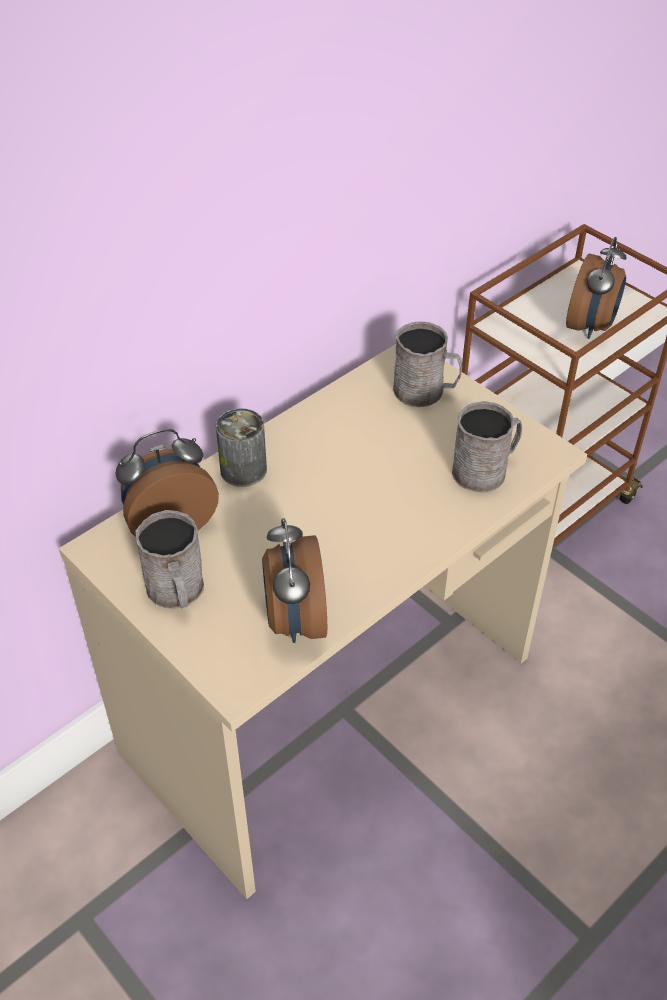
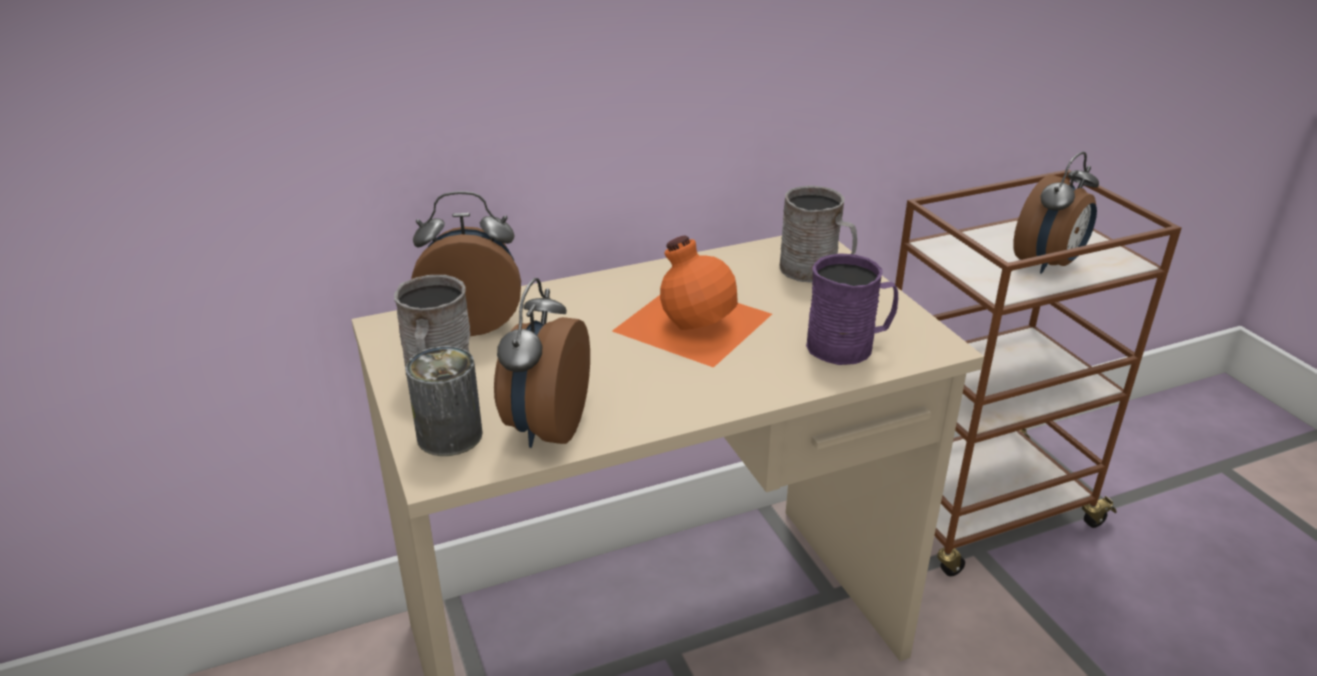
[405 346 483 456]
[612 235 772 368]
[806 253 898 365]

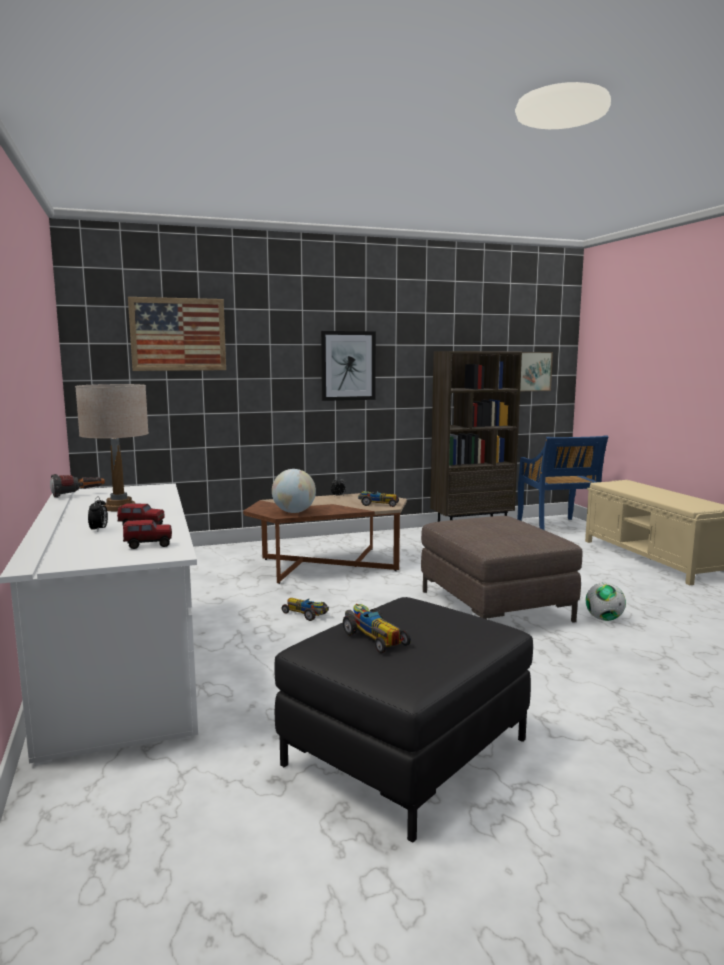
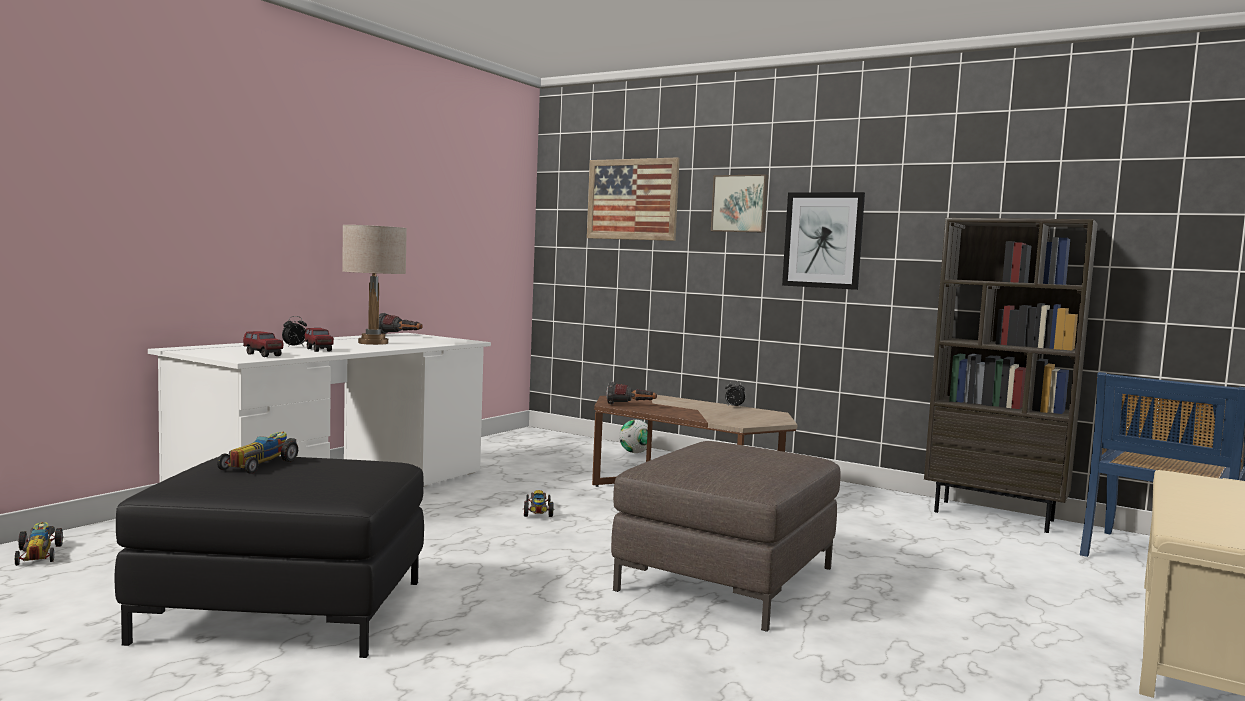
[14 522 64 566]
[606 382 657 405]
[619 420 653 453]
[711 174 768 233]

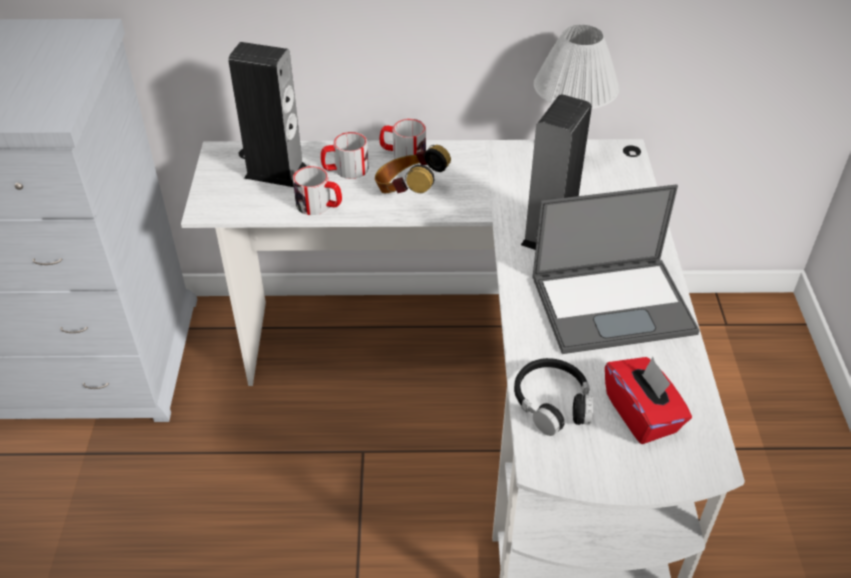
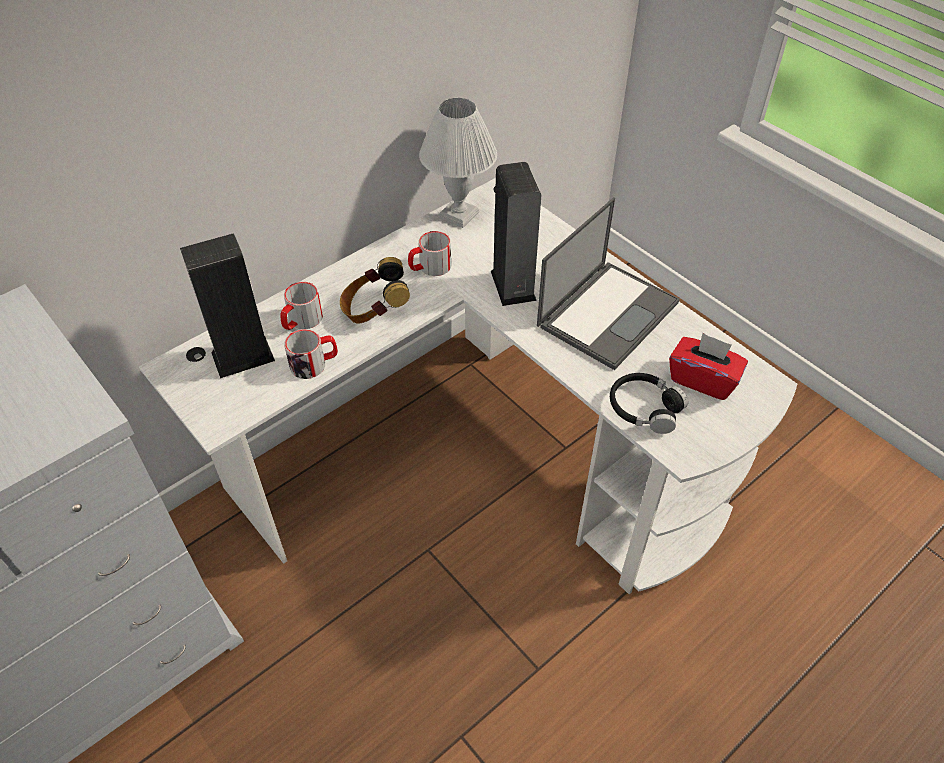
[408 231 451 276]

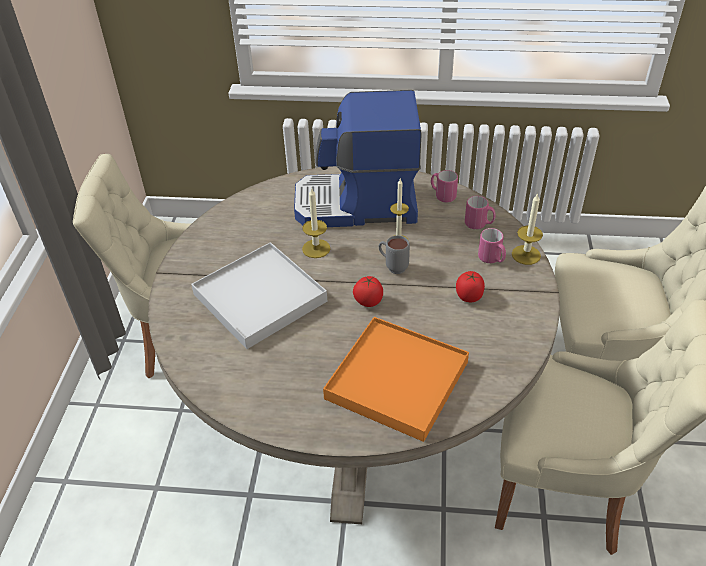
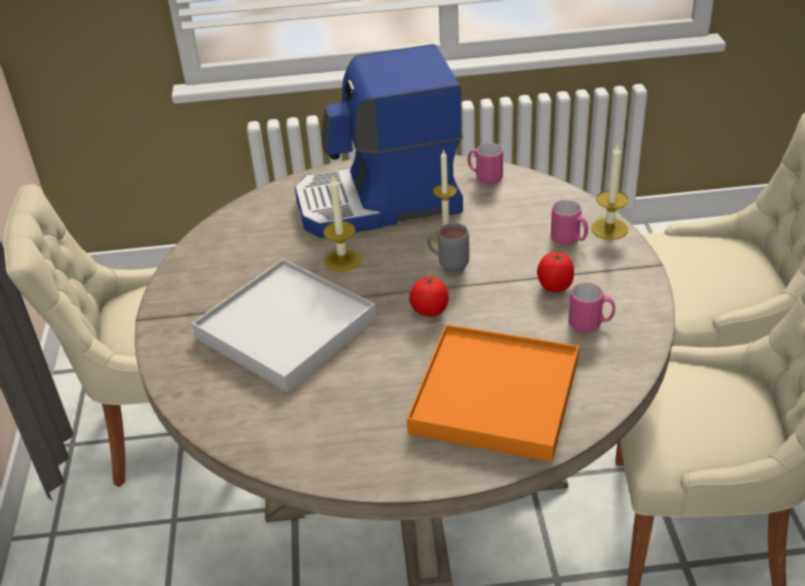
[569 282 615 332]

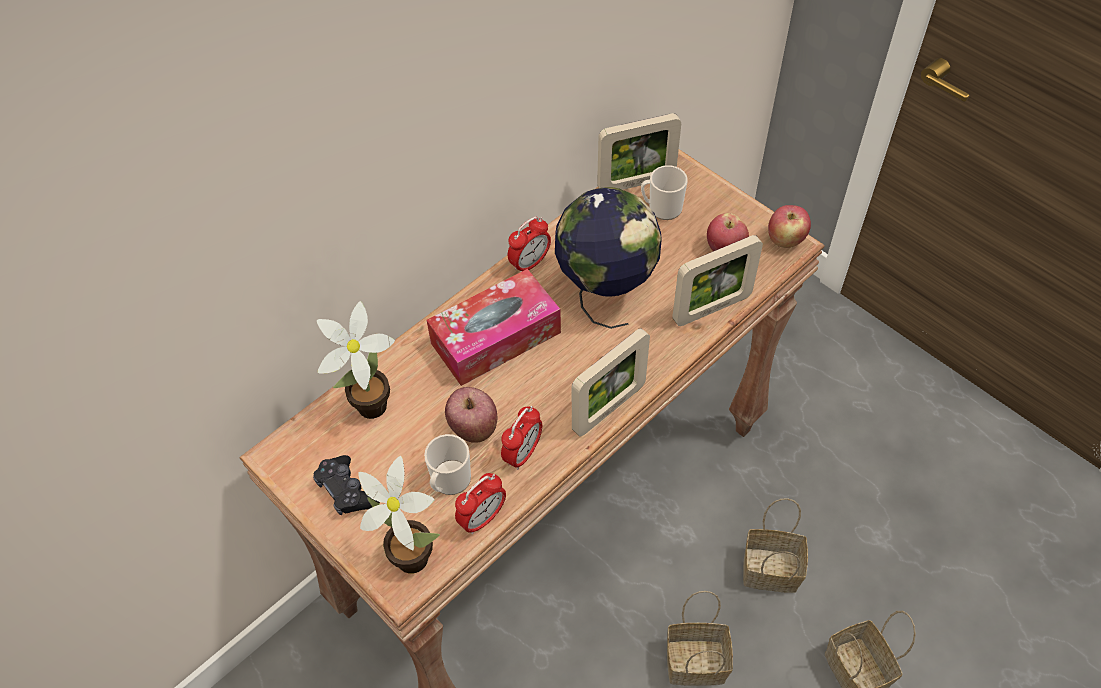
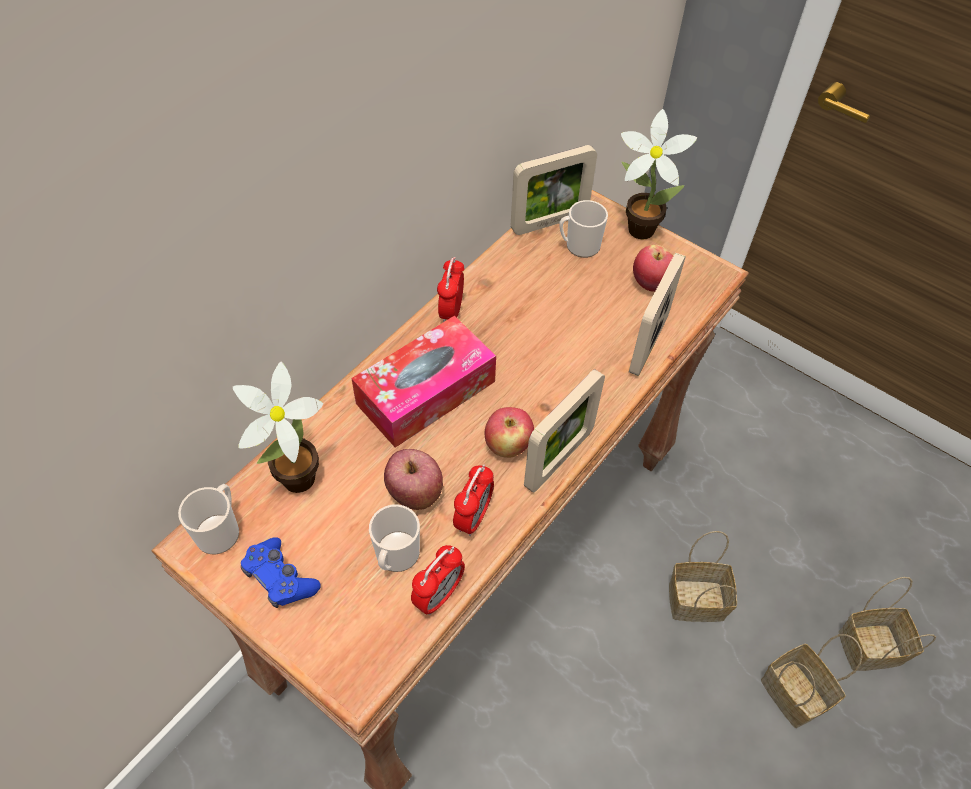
[178 484 239 554]
[241 537 321 608]
[437 257 464 322]
[485 407 534 458]
[621 109 697 239]
[629 253 686 376]
[839 577 936 671]
[555 187 662 329] (first image)

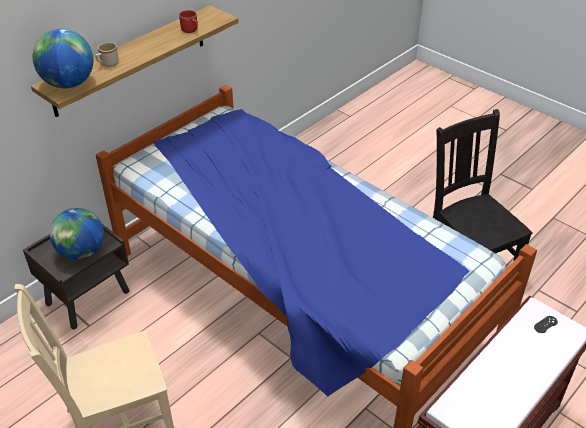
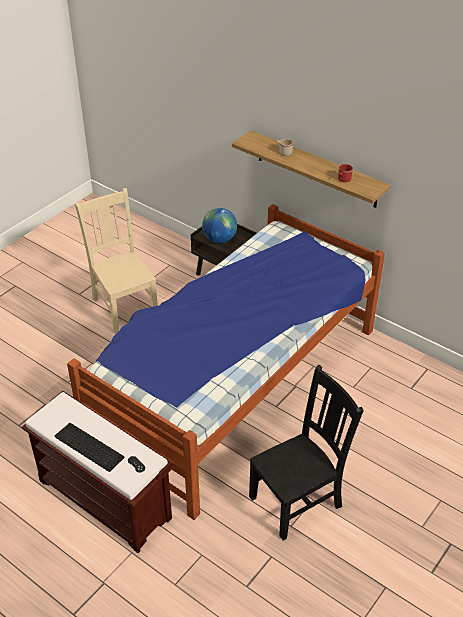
[55 423 125 472]
[33 29 93 88] (first image)

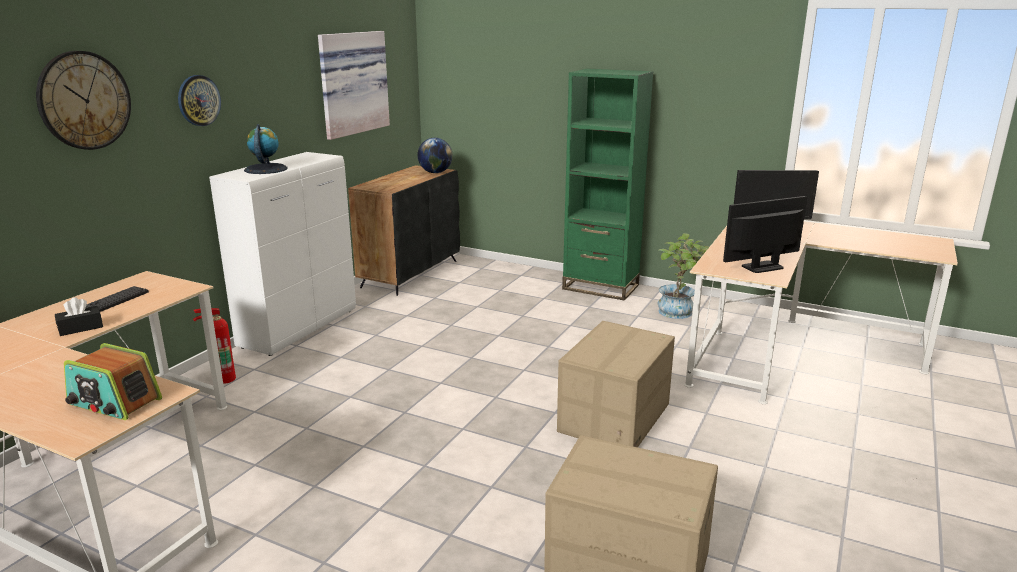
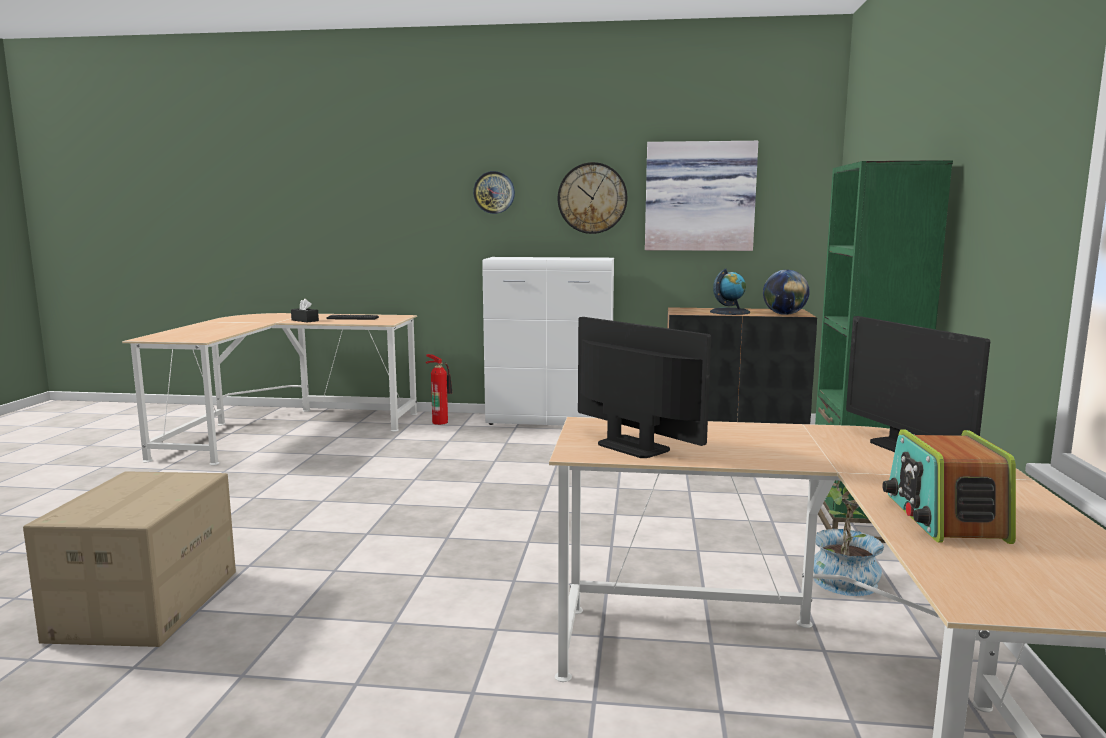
[558 162 627 234]
[710 268 750 315]
[882 429 1016 544]
[557 321 675 447] (first image)

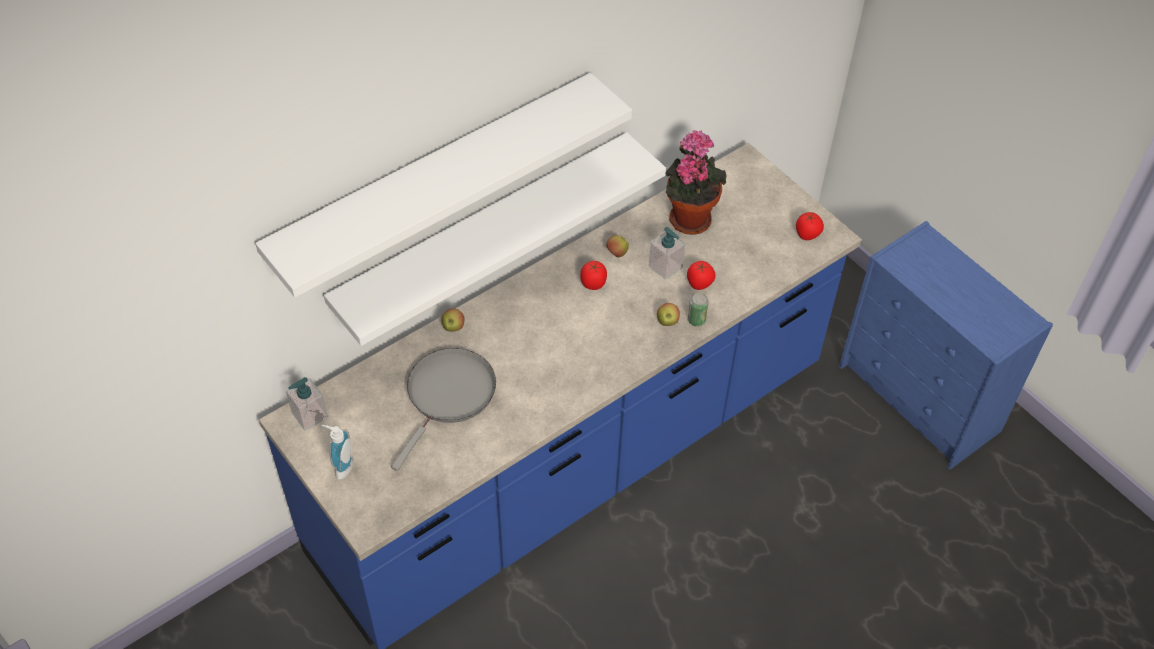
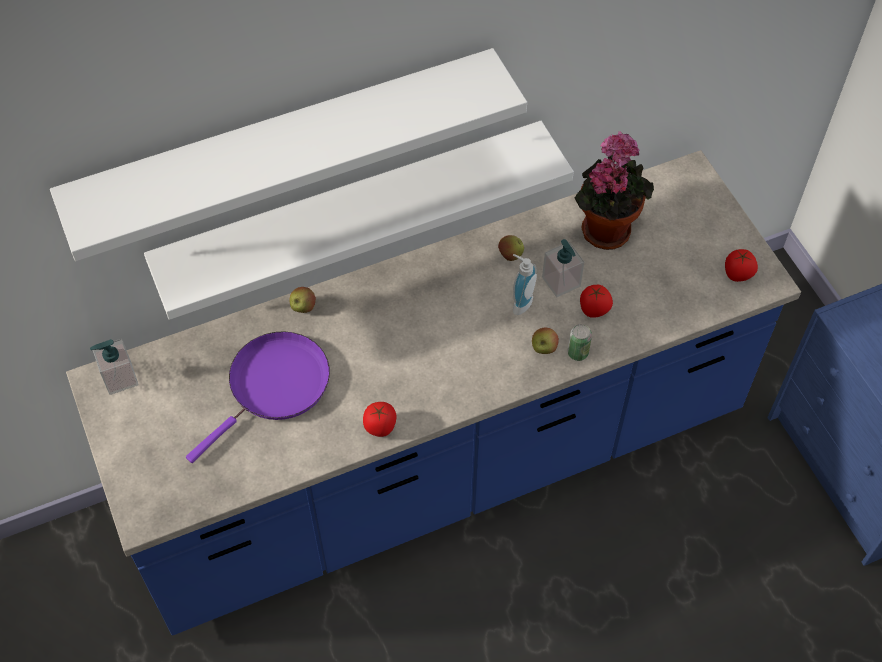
[186 331 330 463]
[363 402 396 437]
[513 254 537 315]

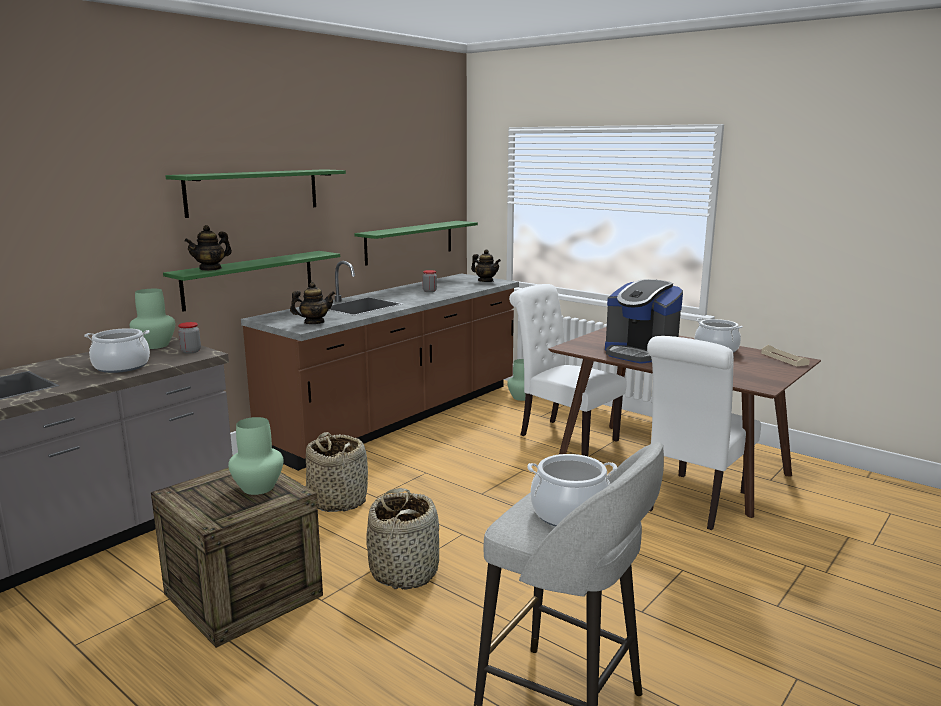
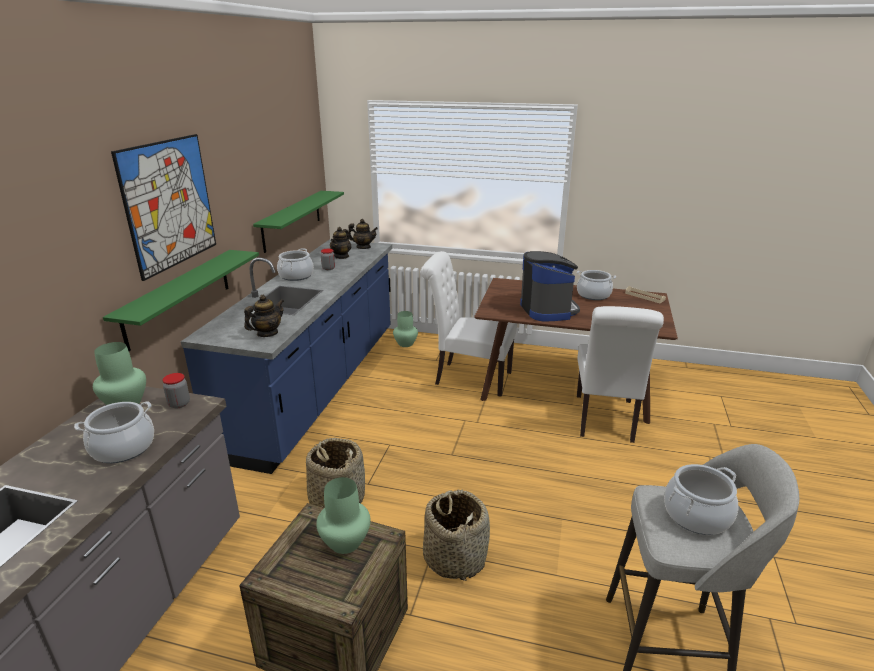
[111 134 216 281]
[181 239 392 474]
[277 248 314 281]
[330 227 351 259]
[520 251 580 322]

